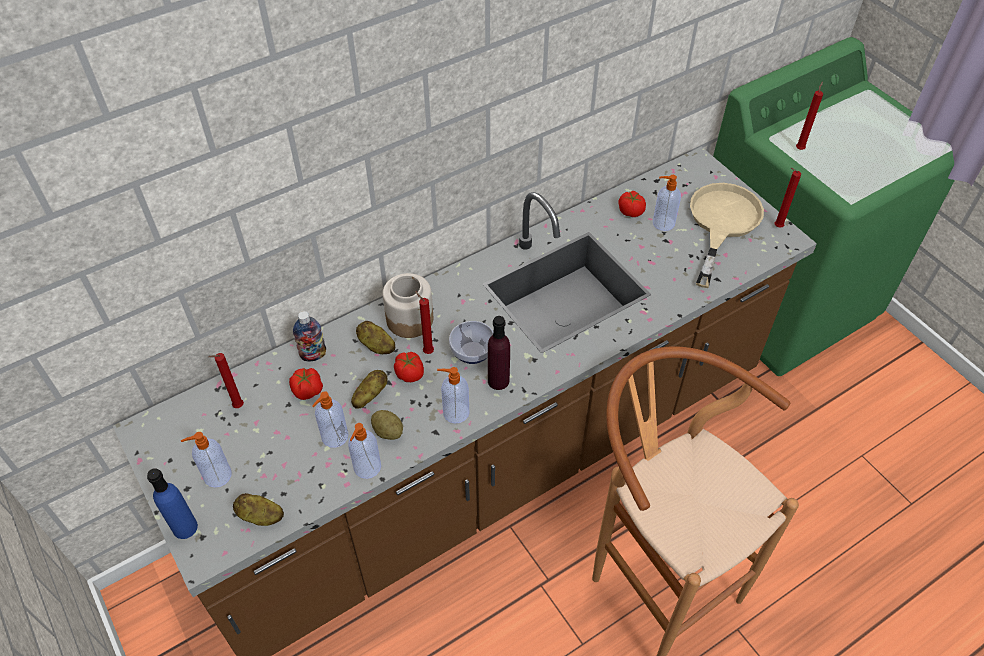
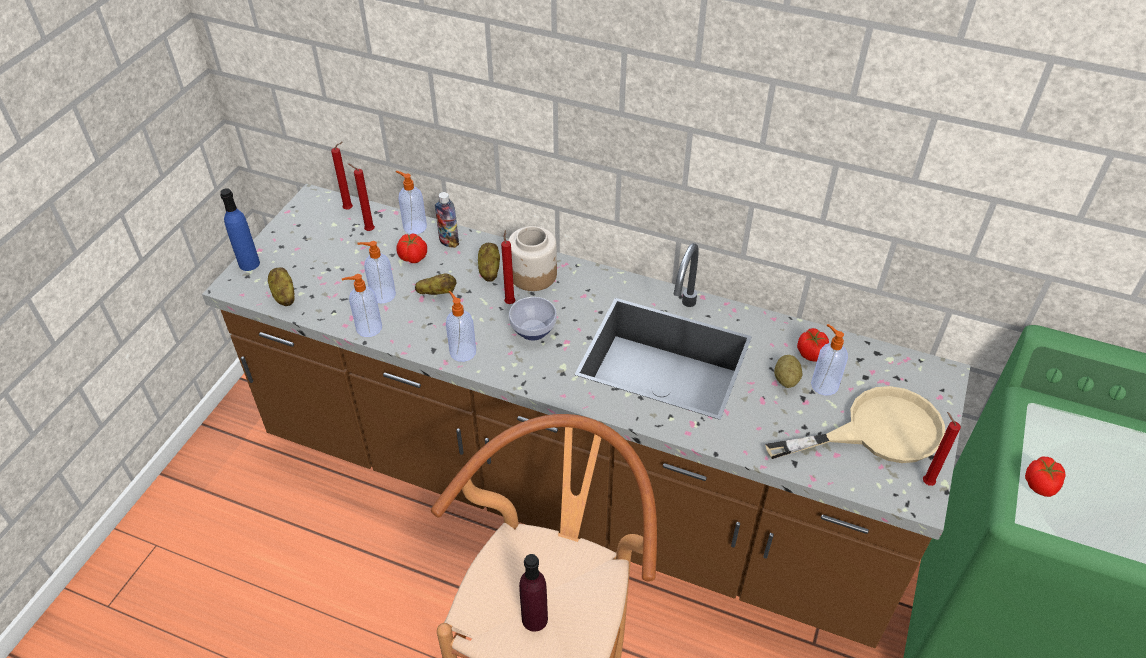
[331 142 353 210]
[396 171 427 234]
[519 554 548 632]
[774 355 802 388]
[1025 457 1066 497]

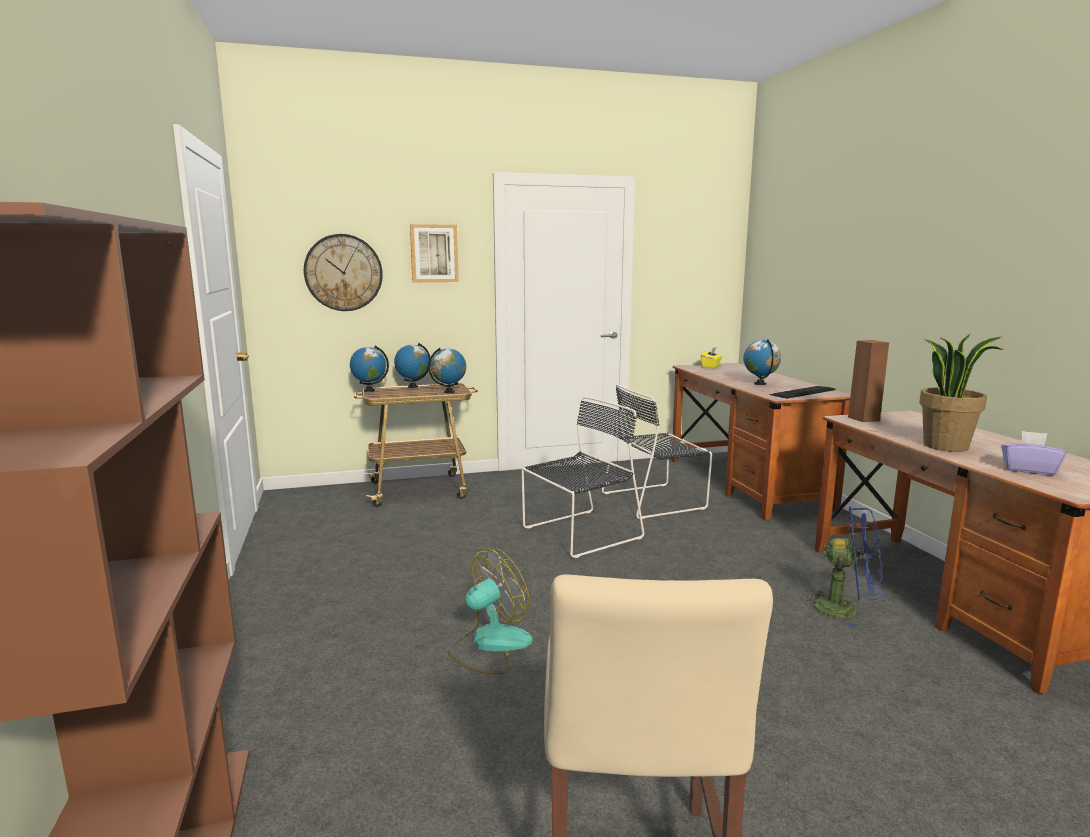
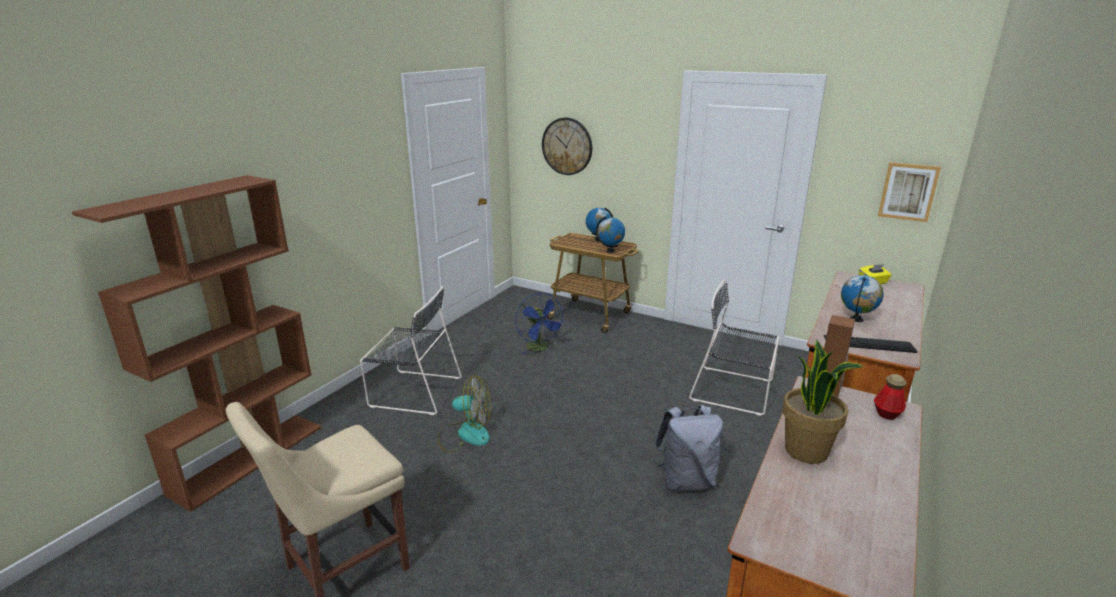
[360 286 462 415]
[515 293 565 354]
[654 405 723 492]
[874 374 907 420]
[878 162 941 222]
[350 345 389 392] (first image)
[1001 431 1066 475] (first image)

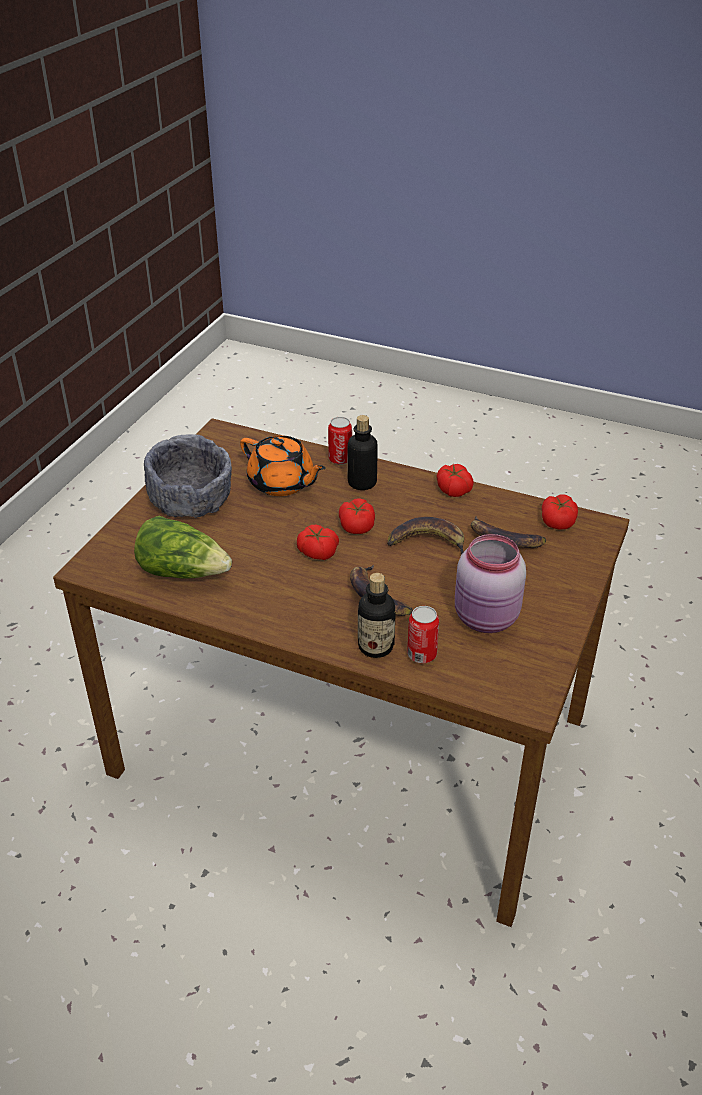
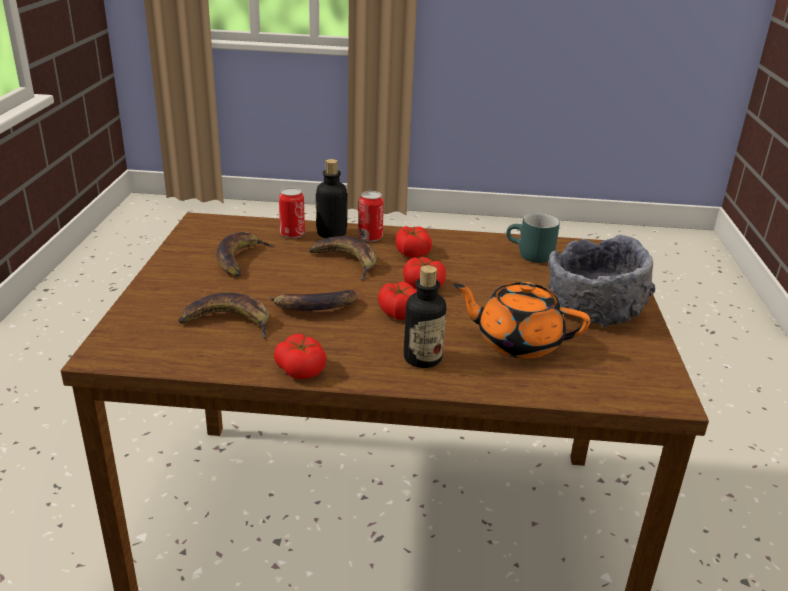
[217 232 274 276]
[358 191 384 242]
[395 226 432 258]
[506 213 560 263]

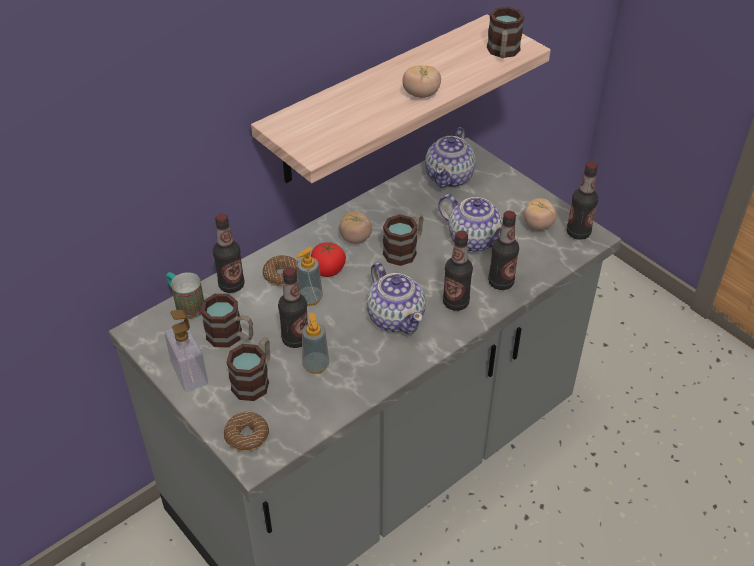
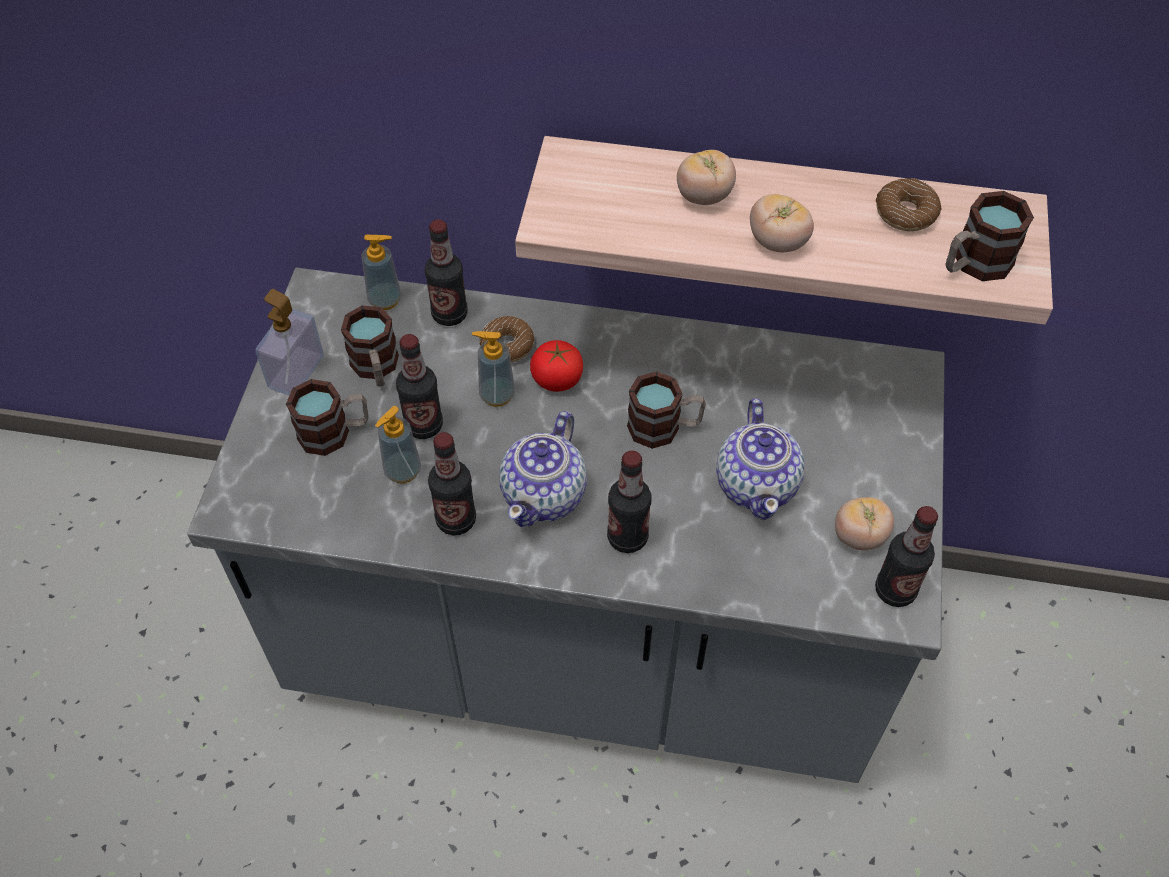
[361 234 401 310]
[428 432 476 535]
[677 150 736 205]
[876 178 941 231]
[425 127 476 188] (first image)

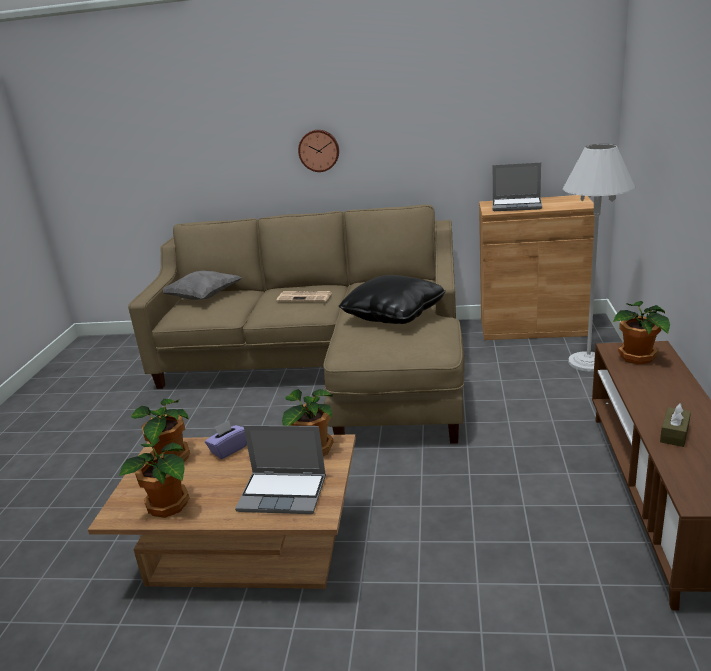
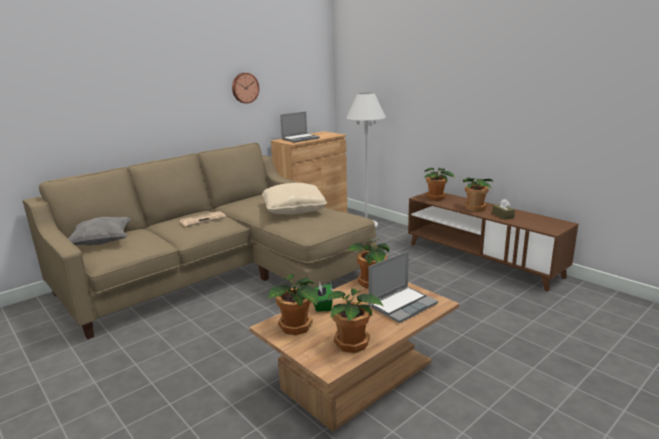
[232 73 259 104]
[262 183 327 215]
[313 282 333 312]
[463 177 493 212]

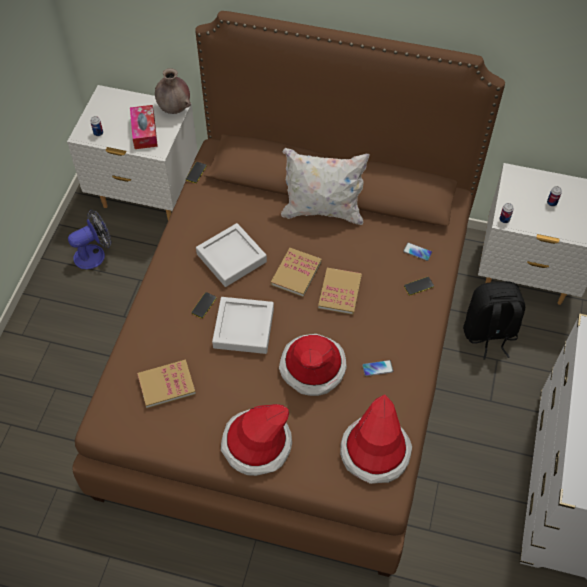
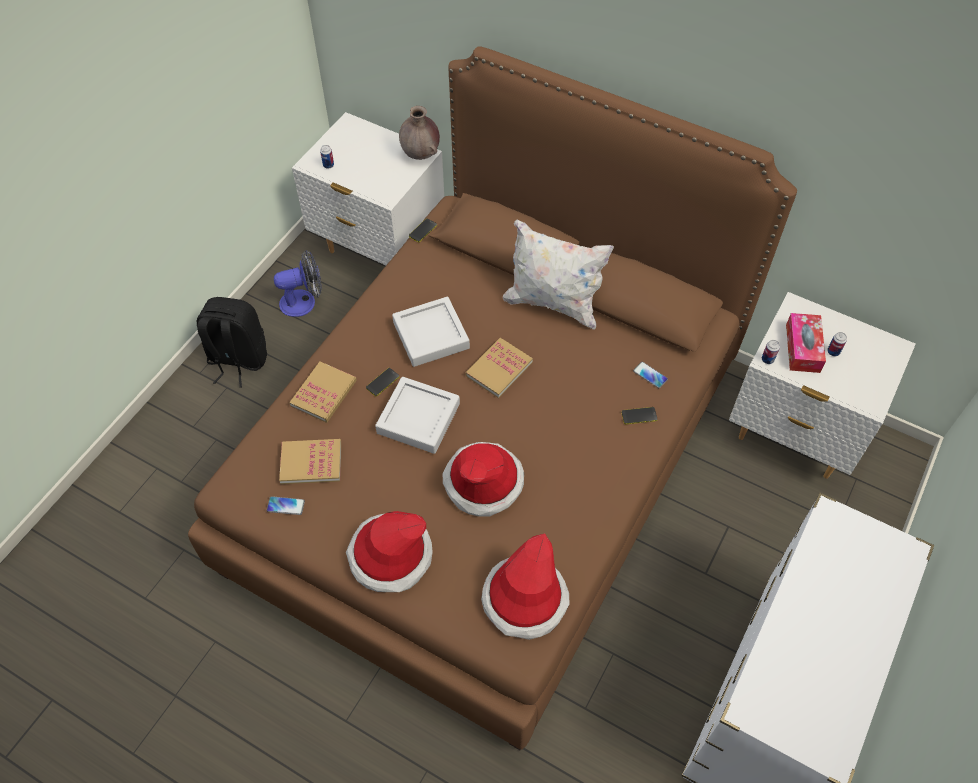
[197 297 267 388]
[267 496 305 515]
[289 362 357 423]
[786 313 826 373]

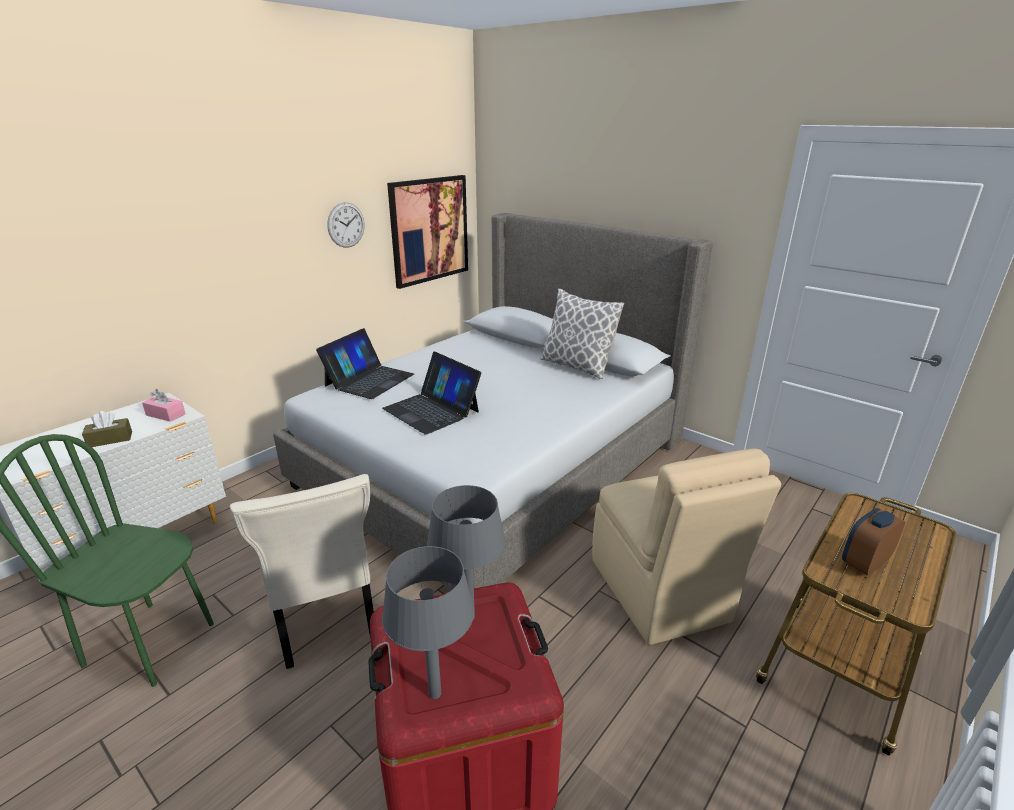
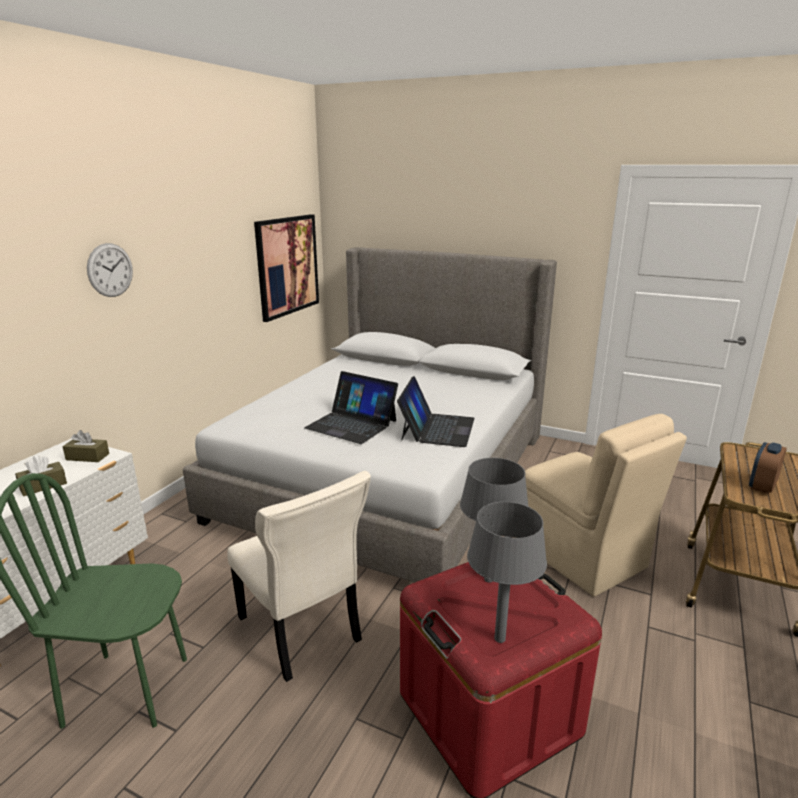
[62 430 109 462]
[87 243 133 297]
[397 376 474 447]
[540 289 624 379] (first image)

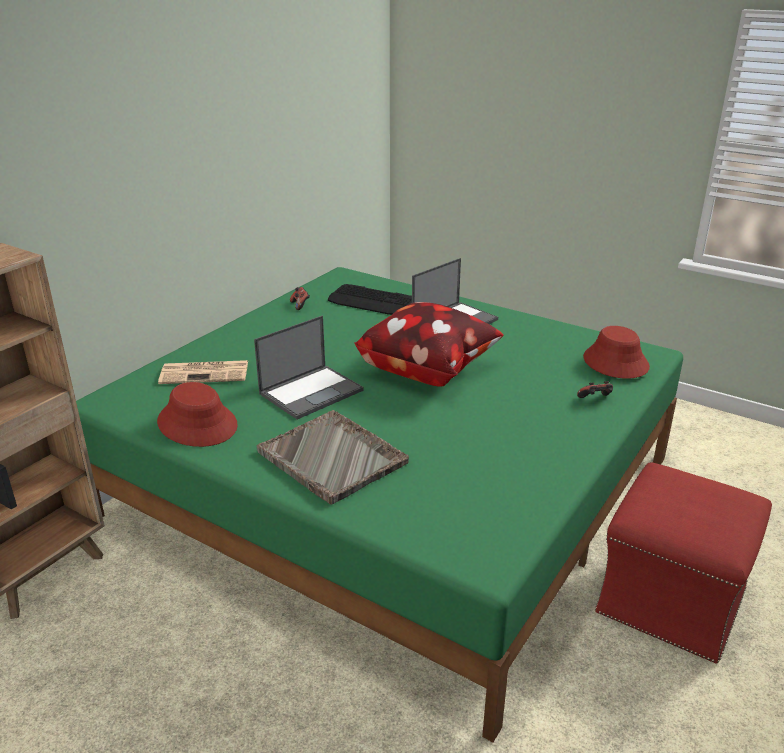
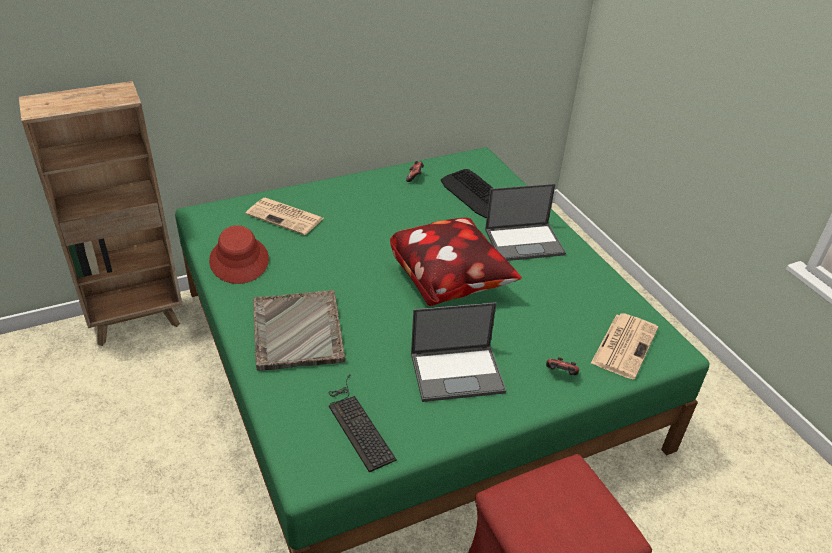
[328 374 397 472]
[411 302 506 402]
[591 313 658 379]

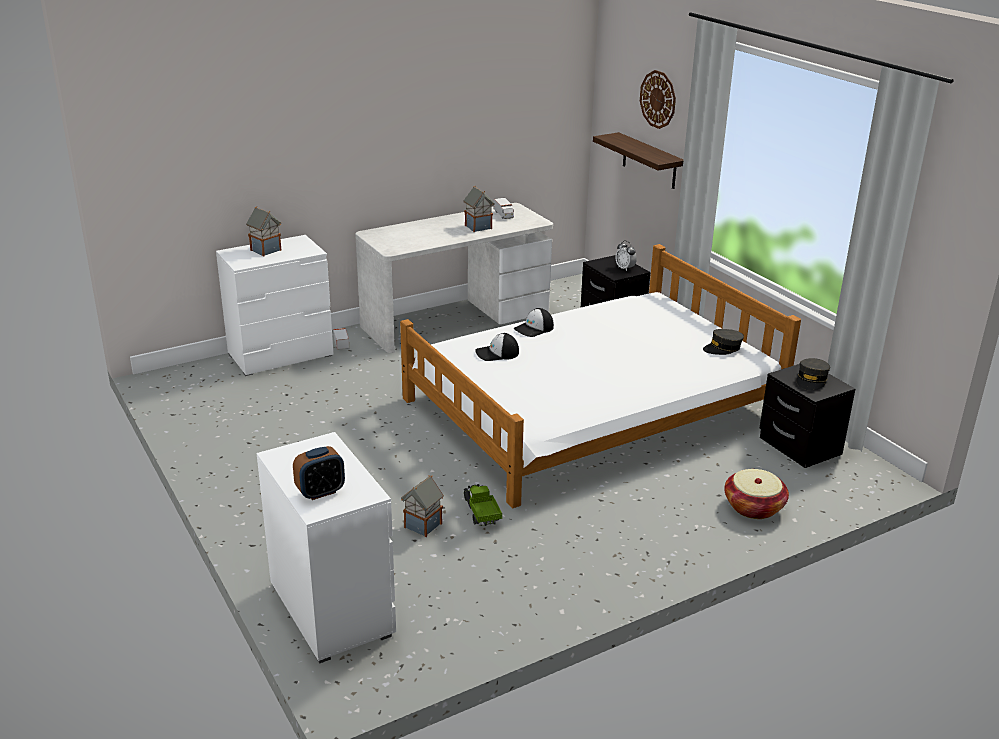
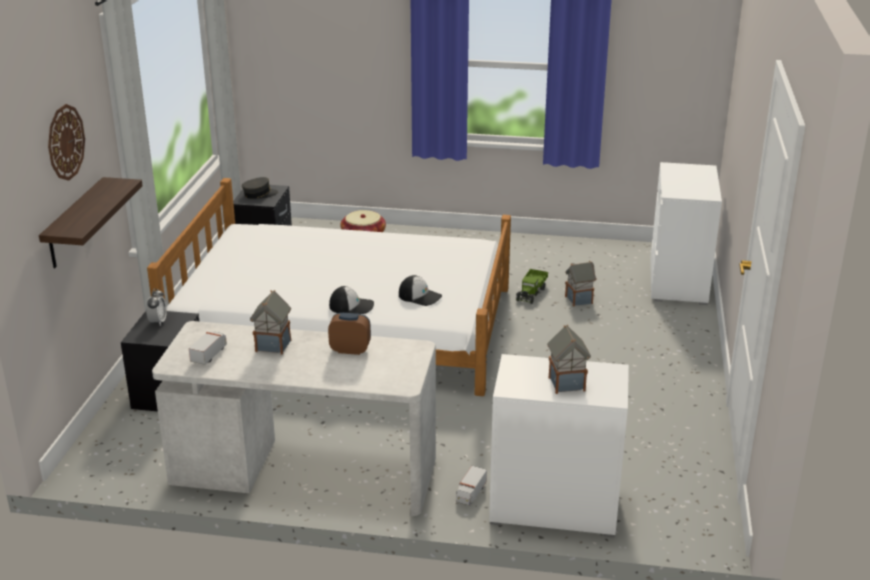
[328 313 371 355]
[703 329 744 355] (first image)

